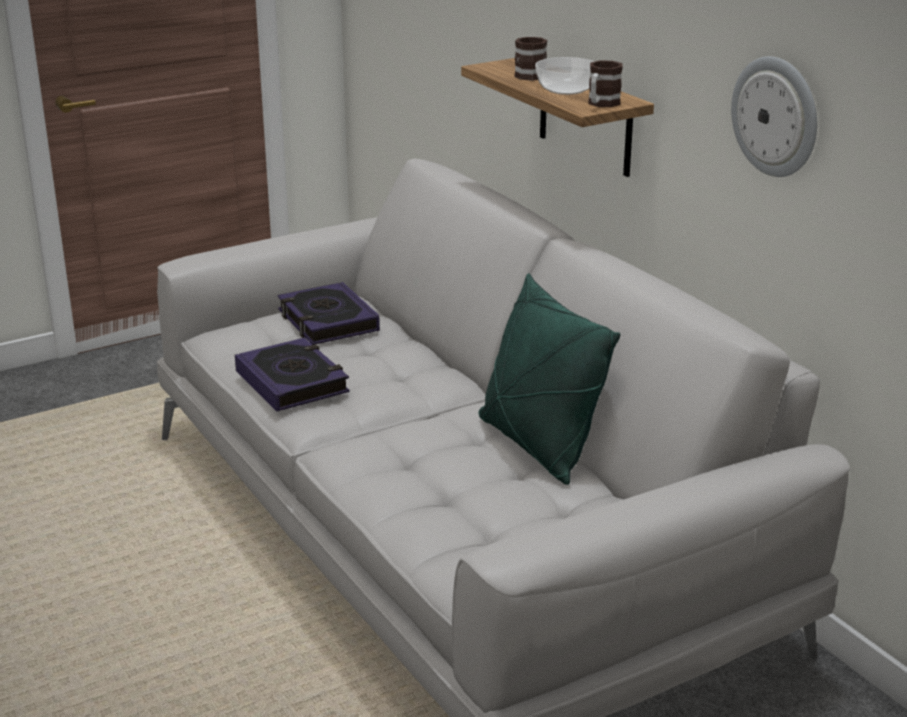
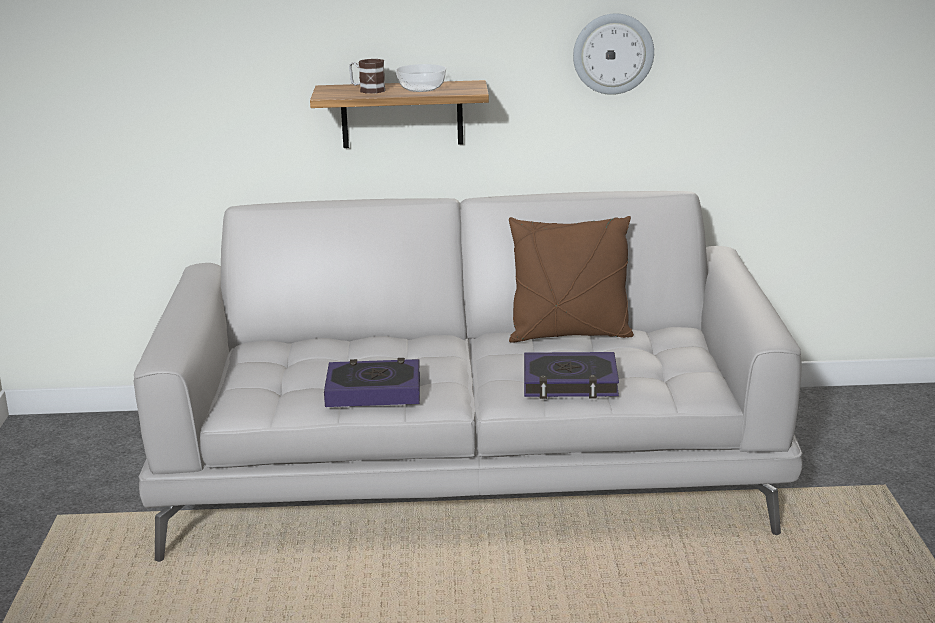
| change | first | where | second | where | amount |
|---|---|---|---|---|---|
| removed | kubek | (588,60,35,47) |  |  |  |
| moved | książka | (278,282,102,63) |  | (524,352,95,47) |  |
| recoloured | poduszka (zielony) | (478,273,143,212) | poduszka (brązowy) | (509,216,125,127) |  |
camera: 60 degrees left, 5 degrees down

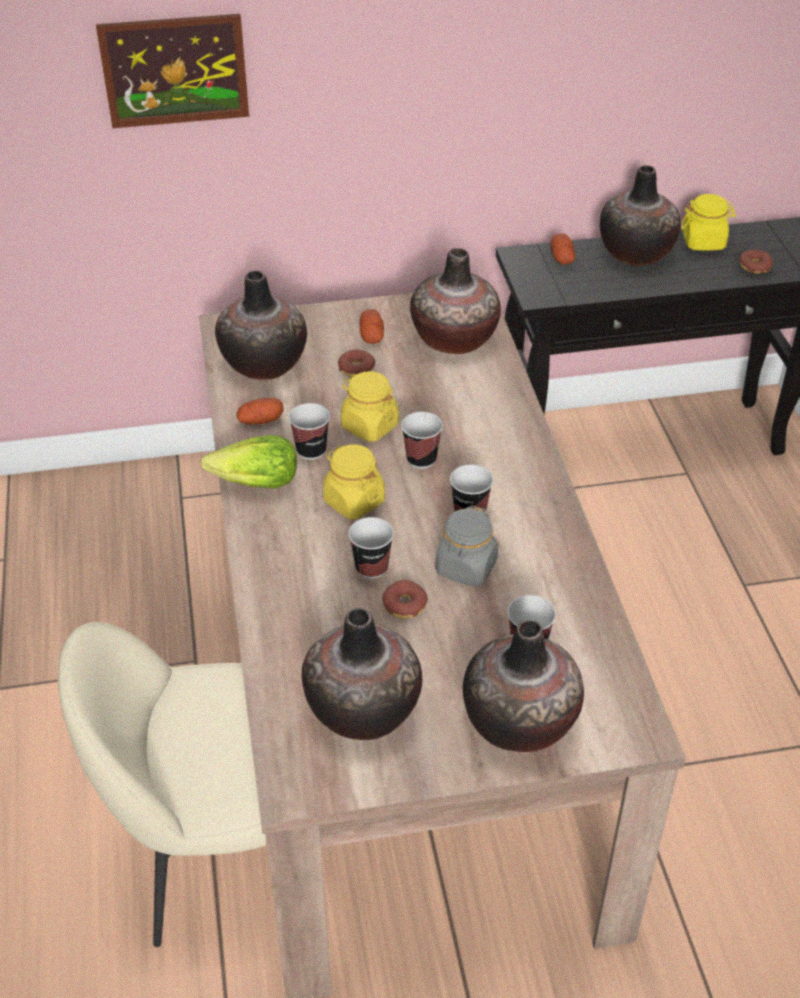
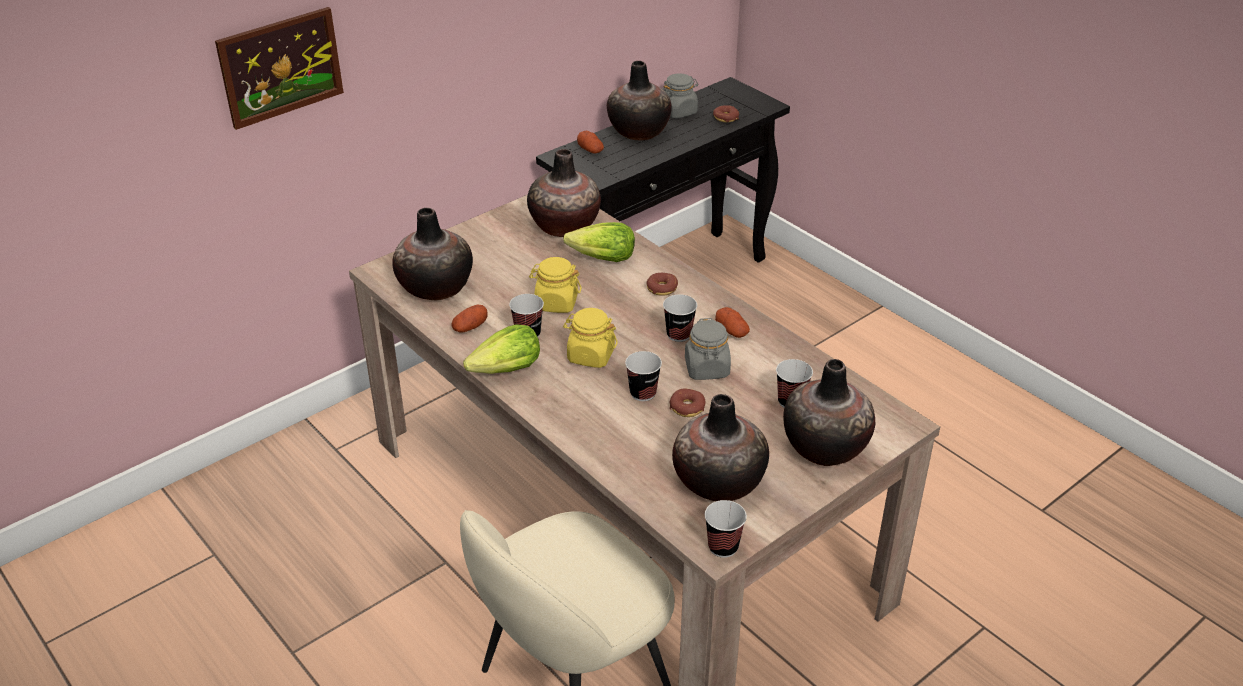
| change | first | where | second | where | amount |
|---|---|---|---|---|---|
| added |  |  | sałata | (563,222,72,40) |  |
| moved | donut | (338,350,37,27) |  | (646,273,32,23) |  |
| moved | ziemniak | (360,309,24,35) |  | (715,307,35,31) |  |
| moved | filiżanka | (401,412,42,57) |  | (705,500,42,58) |  |
| recoloured | słoik (żółty) | (681,194,55,57) | słoik (szary) | (662,73,36,45) |  |
camera: 30 degrees left, 5 degrees down

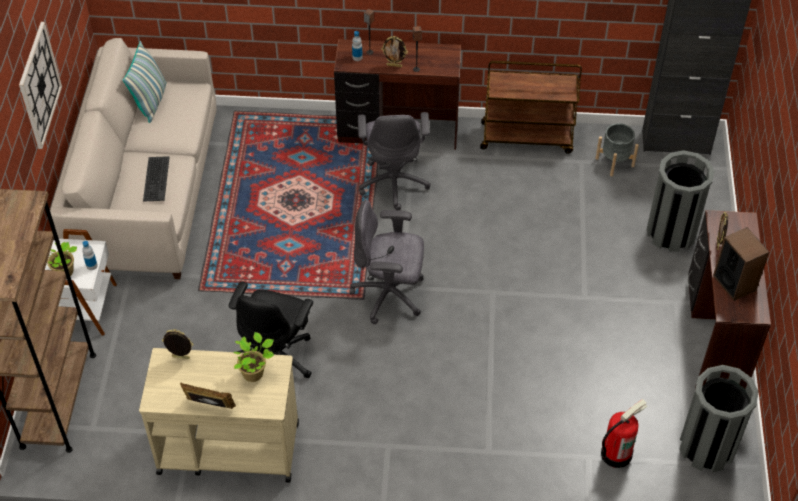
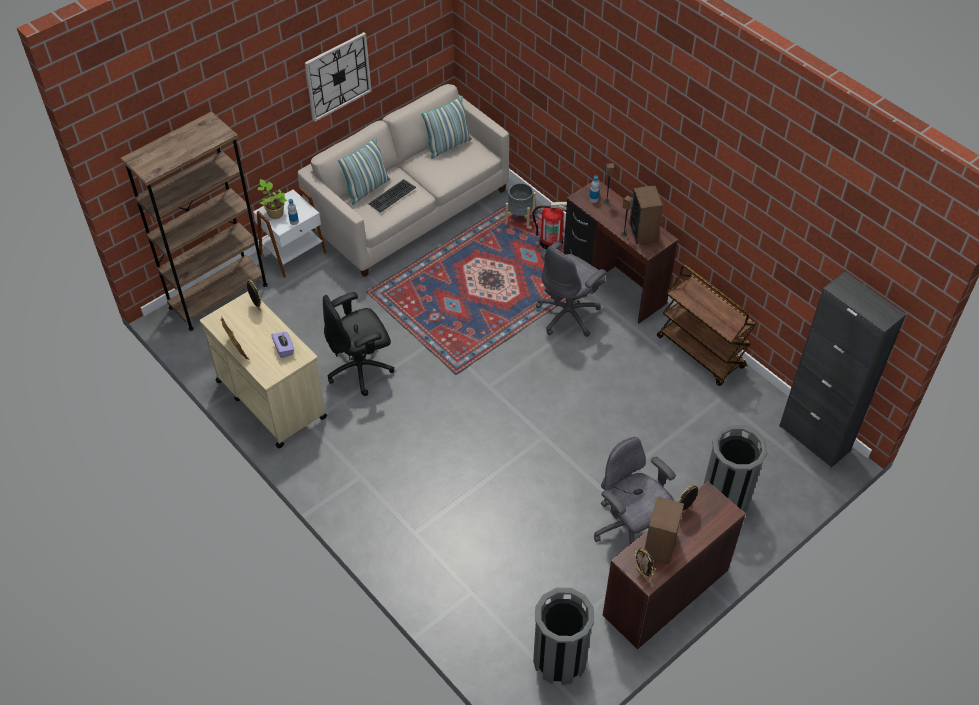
| change | first | where | second | where | amount |
|---|---|---|---|---|---|
| added |  |  | poduszka | (338,137,52,68) |  |
| added |  |  | głośnik | (629,185,34,59) |  |
| moved | krzesło biurowe (szary) | (349,200,75,124) |  | (594,437,82,107) |  |
| moved | ramka na zdjęcie | (381,36,27,31) |  | (634,548,20,33) |  |
| moved | donica (szary) | (596,123,43,53) |  | (505,183,31,44) |  |
| moved | gaśnica | (601,399,47,69) |  | (532,202,35,47) |  |
| replaced | roślina doniczkowa | (233,332,41,50) | pudełko chusteczek (fioletowy) | (272,332,22,26) |  |
camera: 45 degrees right, 0 degrees up

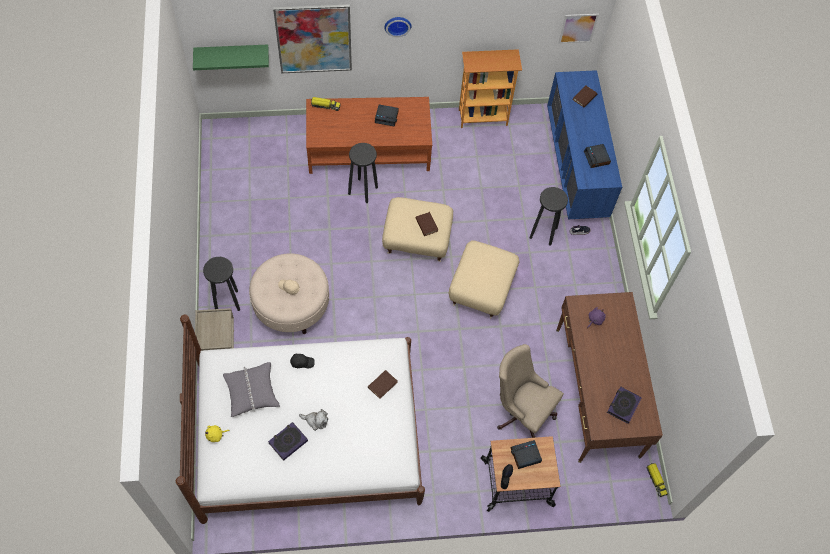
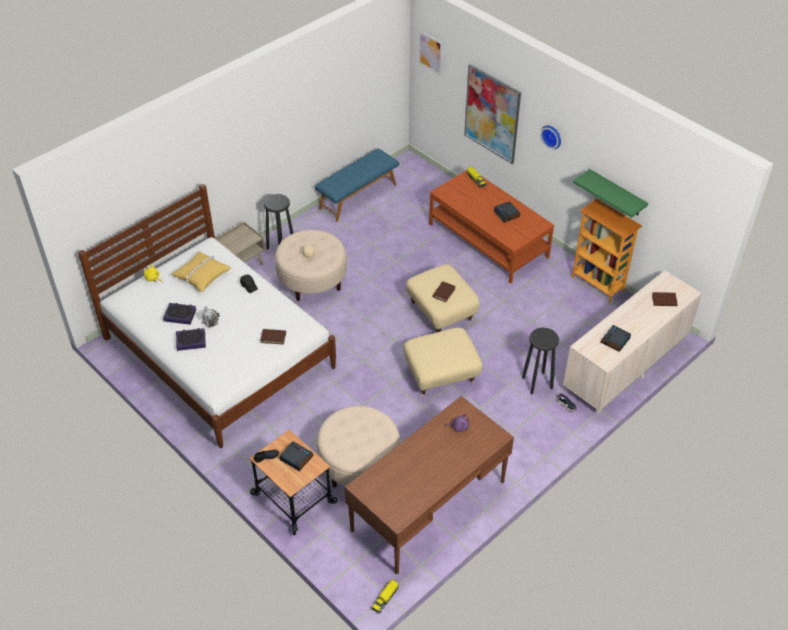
| change | first | where | second | where | amount |
|---|---|---|---|---|---|
| removed | stołek (czarny) | (348,143,30,60) |  |  |  |
| added |  |  | ławka (niebieski) | (315,148,84,74) |  |
| moved | półka (zielony) | (193,45,76,25) |  | (573,169,75,49) |  |
| moved | obraz | (559,14,40,30) |  | (419,31,23,44) |  |
| moved | książka | (607,386,35,38) |  | (176,328,30,23) |  |
| replaced | krzesło biurowe (beżowy) | (497,344,67,94) | pufa (beżowy) | (316,406,84,81) |  |
| recoloured | poduszka (szary) | (223,362,57,55) | poduszka (żółty) | (171,251,60,42) |  |
| recoloured | komoda (niebieski) | (547,70,75,149) | komoda (beżowy) | (563,270,139,143) |  |
camera: 55 degrees right, 15 degrees down

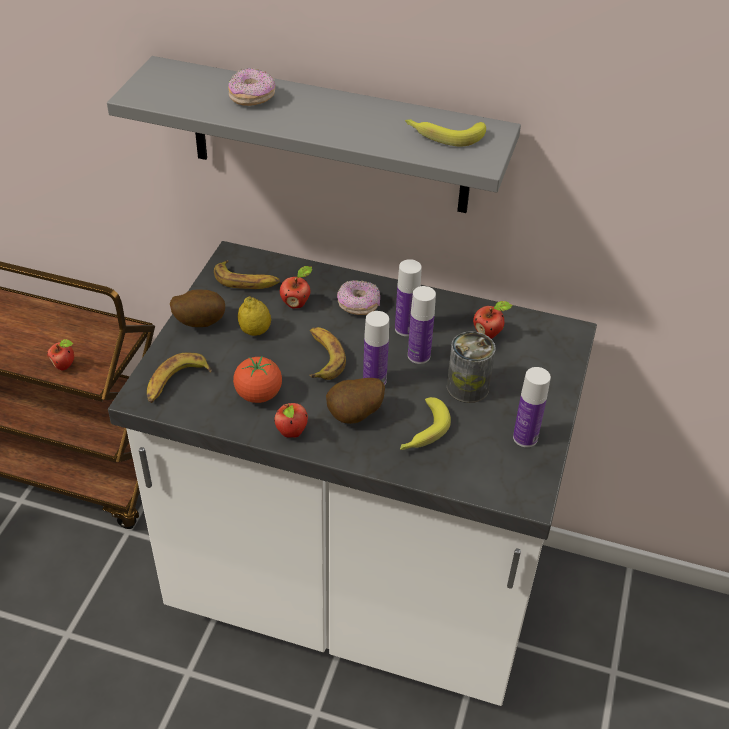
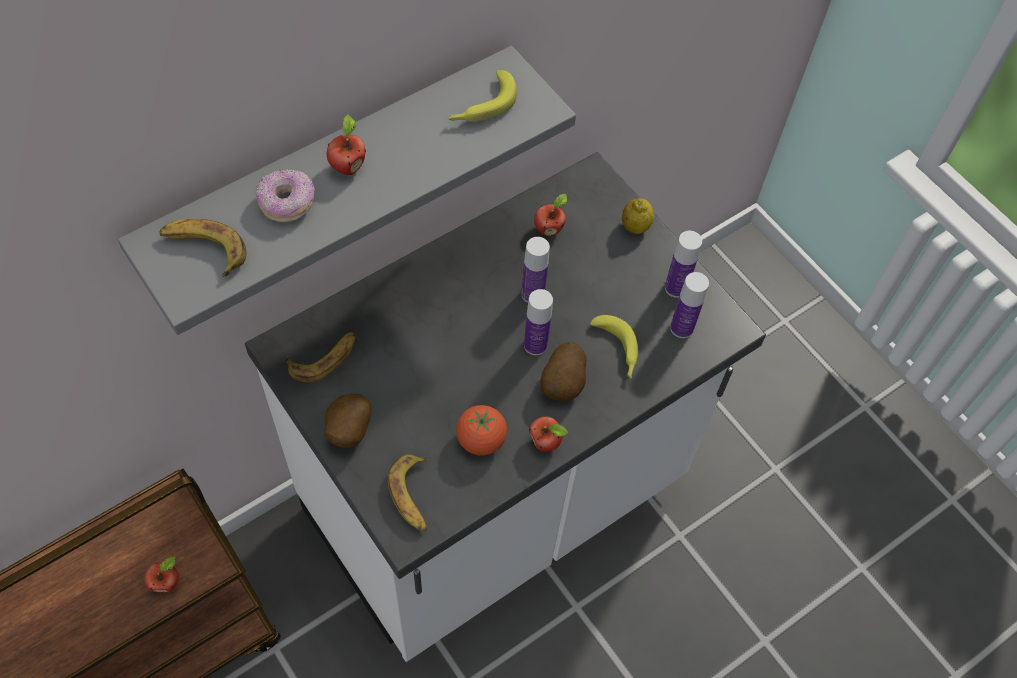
| change | first | where | second | where | amount |
|---|---|---|---|---|---|
| removed | donut | (337,280,43,35) |  |  |  |
| removed | puszka | (447,331,49,72) |  |  |  |
| moved | cytryna | (238,296,33,40) |  | (622,198,32,36) |  |
| moved | jabłko | (280,266,32,42) |  | (327,114,39,61) |  |
| moved | banan | (309,327,37,53) |  | (159,219,87,58) |  |
| moved | butelka | (395,259,27,77) |  | (670,272,39,66) |  |
camera: 55 degrees left, 15 degrees up

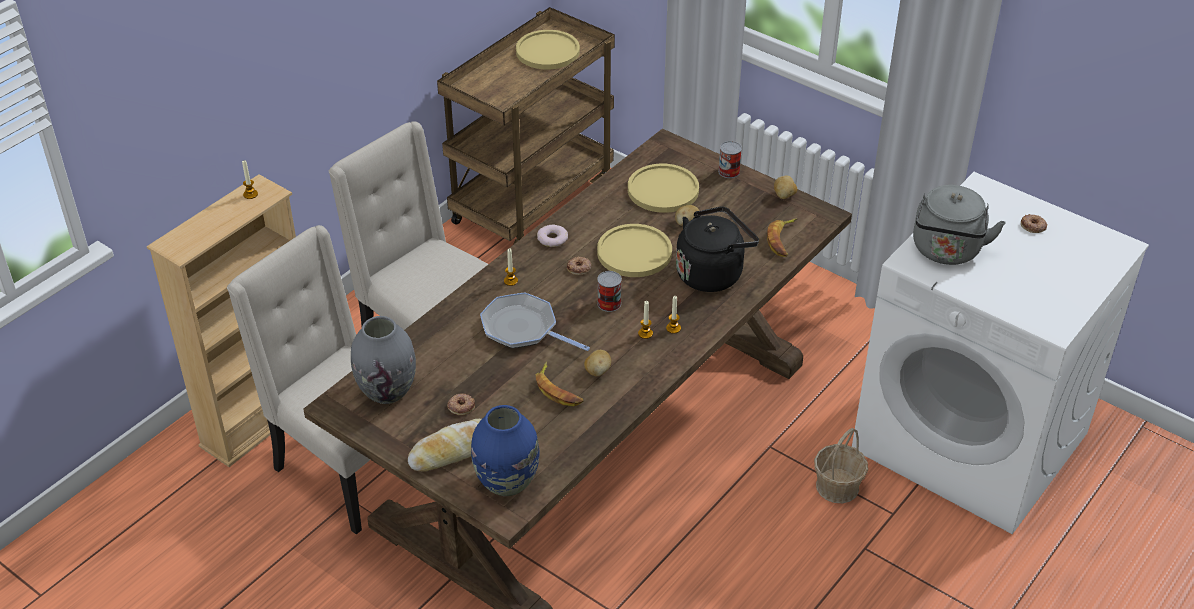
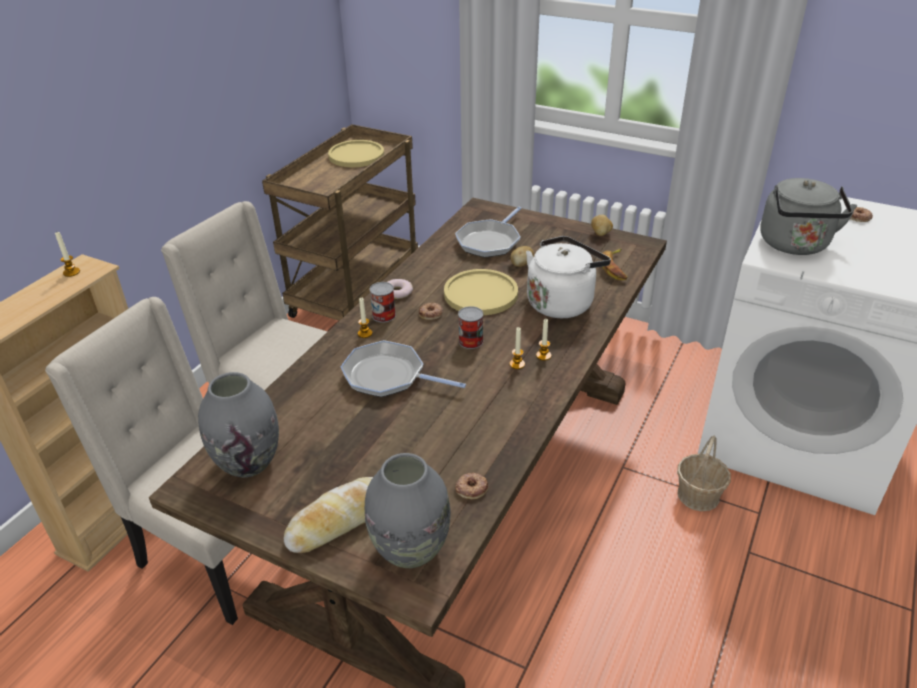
| change | first | where | second | where | amount |
|---|---|---|---|---|---|
| removed | banan | (536,362,47,44) |  |  |  |
| removed | ziemniak | (584,350,27,26) |  |  |  |
| moved | donut | (447,393,28,22) |  | (455,472,33,27) |  |
| moved | puszka | (718,141,24,37) |  | (370,282,26,41) |  |
| replaced | talerz (żółty) | (628,164,71,49) | patelnia | (455,207,66,51) |  |
| recoloured | wazon (niebieski) | (471,405,69,91) | wazon (szary) | (365,453,86,115) |  |
| recoloured | czajnik (czarny) | (676,206,83,86) | czajnik (biały) | (526,236,85,82) |  |
camera: 10 degrees left, 5 degrees down

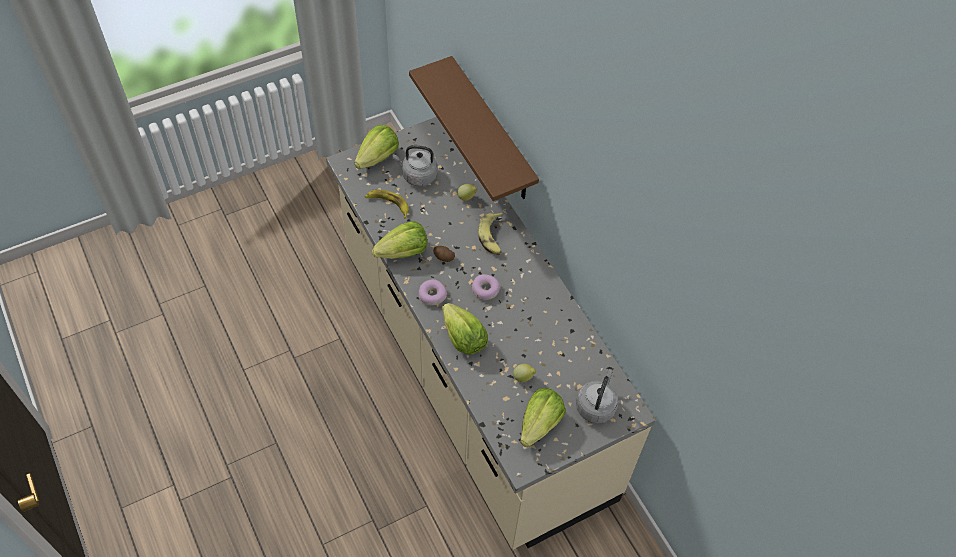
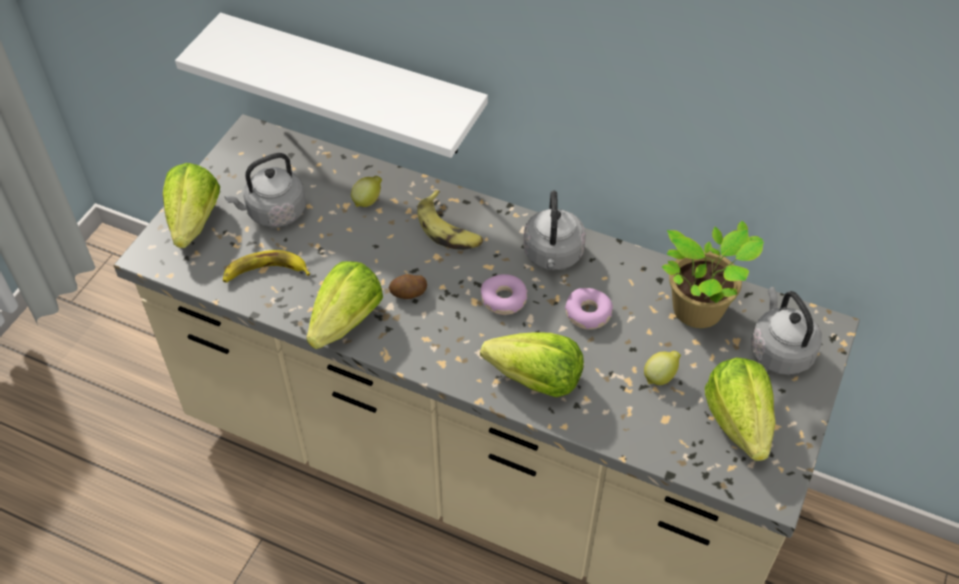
| change | first | where | second | where | amount |
|---|---|---|---|---|---|
| added |  |  | czajnik (szary) | (523,190,63,80) |  |
| added |  |  | roślina doniczkowa | (662,221,102,107) |  |
| moved | donut | (419,279,28,26) |  | (565,288,48,42) |  |
| recoloured | półka (brązowy) | (409,56,130,145) | półka (biały) | (175,13,313,145) |  |
camera: 35 degrees left, 5 degrees down

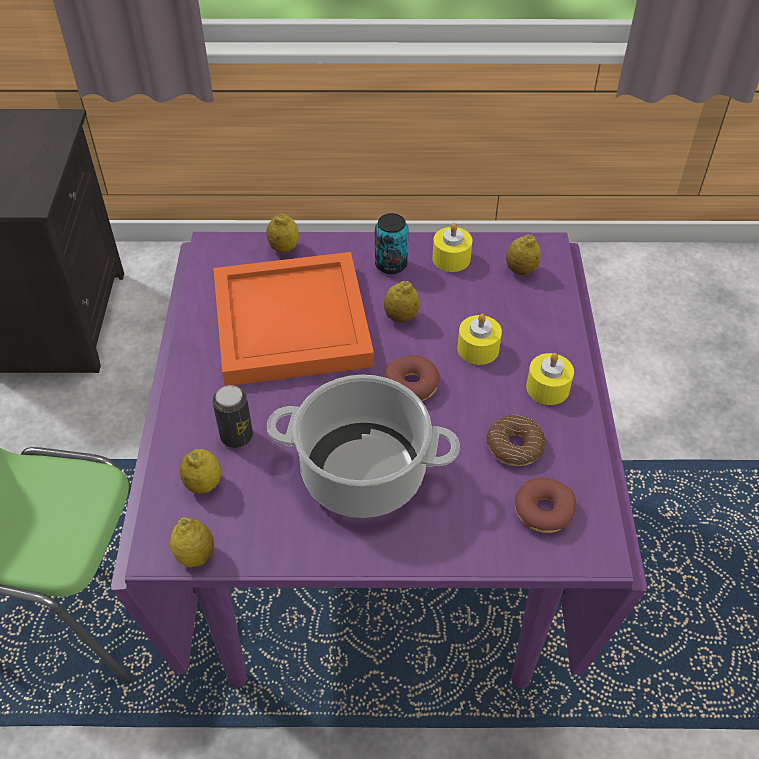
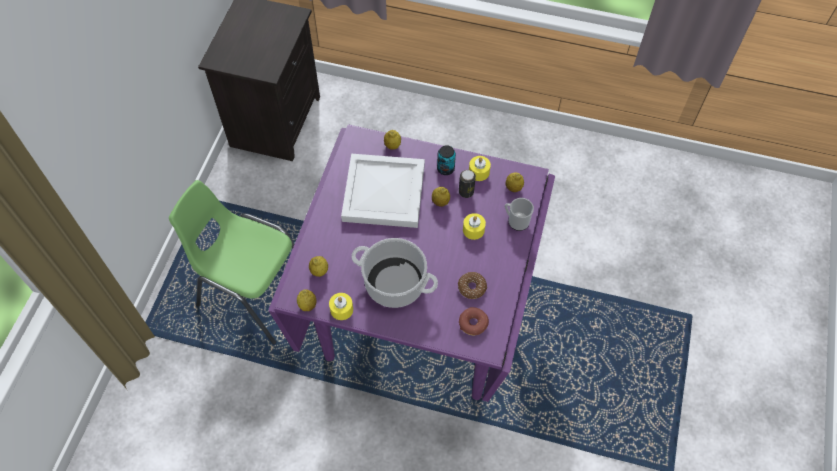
| change | first | where | second | where | amount |
|---|---|---|---|---|---|
| removed | donut | (384,355,56,46) |  |  |  |
| added |  |  | kubek | (505,198,29,33) |  |
| moved | puszka | (212,385,41,63) |  | (459,170,17,28) |  |
| moved | świeca (żółty) | (526,353,48,52) |  | (329,293,24,27) |  |
| recoloured | taca (pomarańczowy) | (213,252,161,134) | taca (biały) | (341,154,84,74) |  |
camera: 15 degrees right, 10 degrees up

